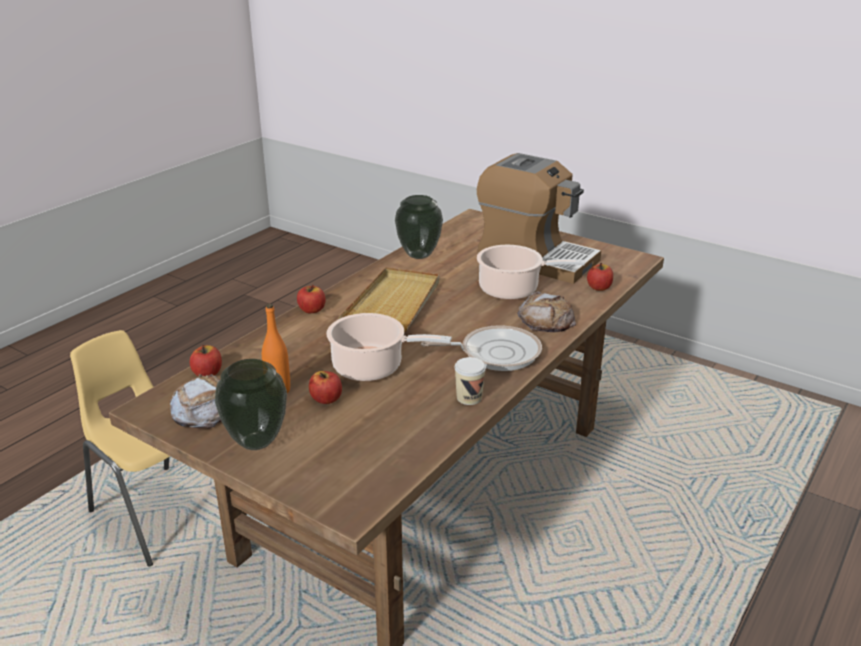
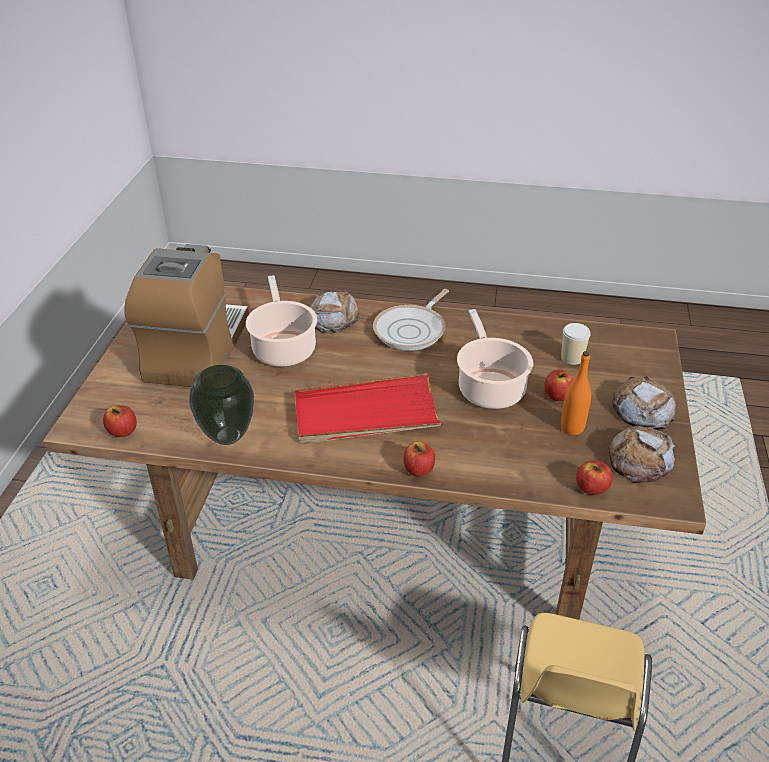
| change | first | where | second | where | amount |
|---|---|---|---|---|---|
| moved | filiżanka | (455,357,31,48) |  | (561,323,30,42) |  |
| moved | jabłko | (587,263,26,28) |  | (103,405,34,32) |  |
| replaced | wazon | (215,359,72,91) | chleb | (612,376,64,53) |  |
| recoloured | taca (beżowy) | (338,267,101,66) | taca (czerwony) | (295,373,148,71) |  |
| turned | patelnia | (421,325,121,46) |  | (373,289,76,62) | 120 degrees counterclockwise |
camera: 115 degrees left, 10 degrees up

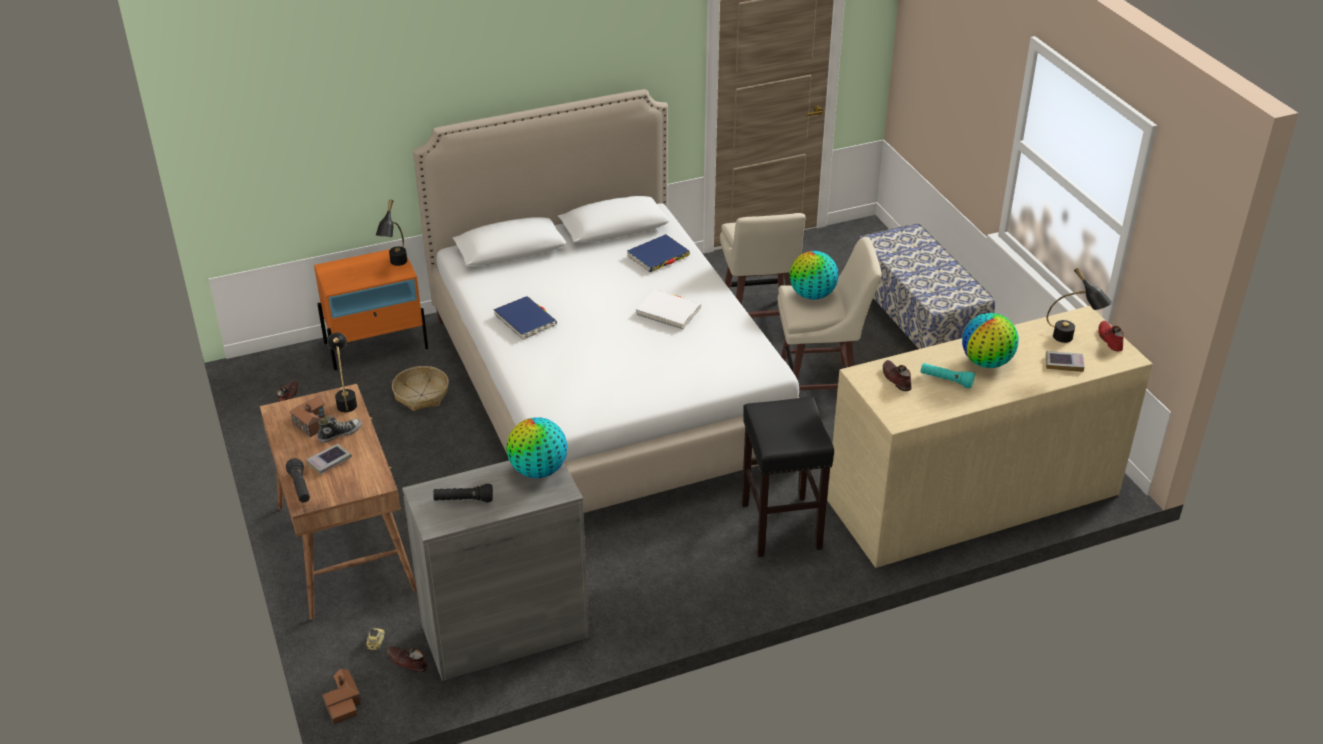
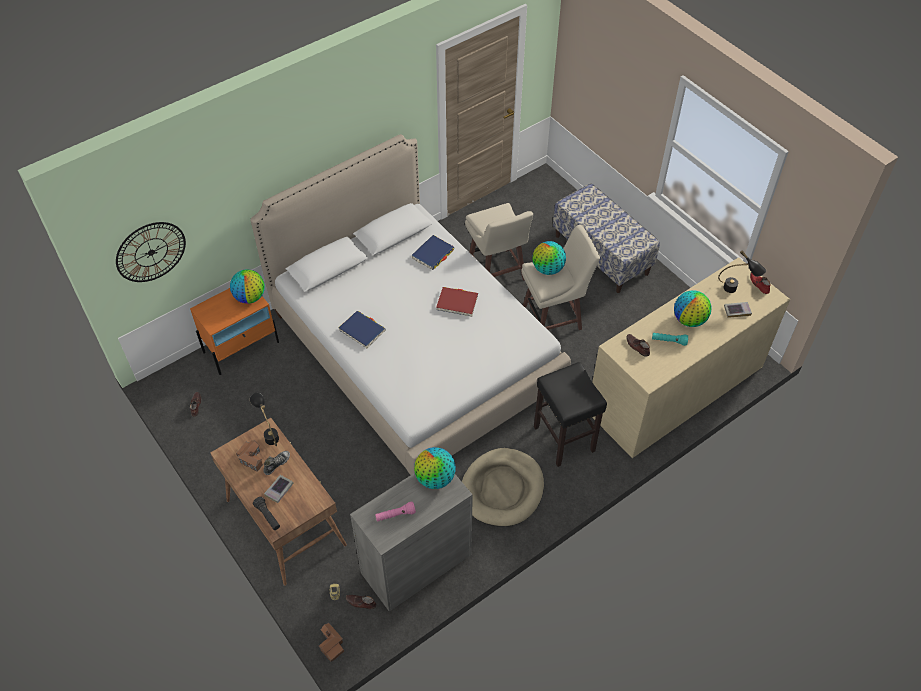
| change | first | where | second | where | amount |
|---|---|---|---|---|---|
| removed | koszyk | (392,366,57,45) |  |  |  |
| added |  |  | zegar ścienny | (116,222,70,60) |  |
| added |  |  | legowisko (beżowy) | (462,448,82,78) |  |
| replaced | lampa stołowa (czarny) | (375,199,32,67) | globus | (230,270,35,34) |  |
| recoloured | latarka (czarny) | (433,484,60,18) | latarka (różowy) | (375,502,41,20) |  |
| recoloured | książka (biały) | (636,290,65,39) | książka (czerwony) | (436,287,42,30) |  |
camera: 15 degrees left, 15 degrees up

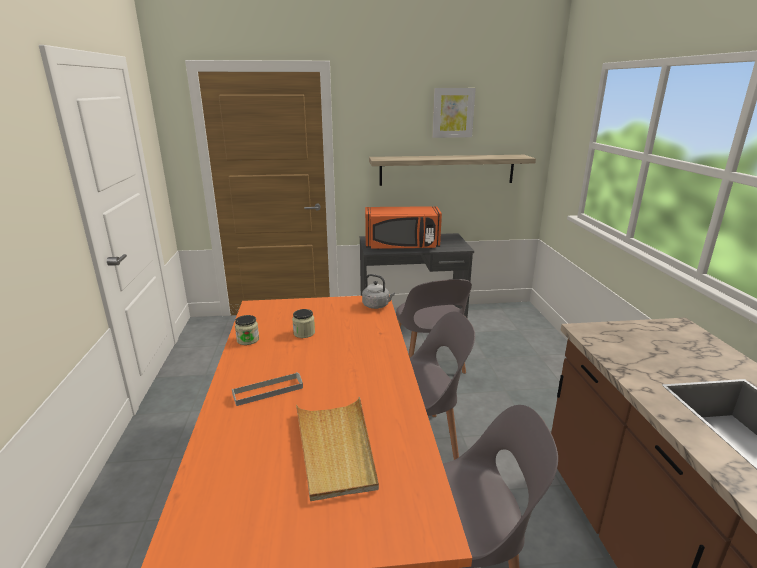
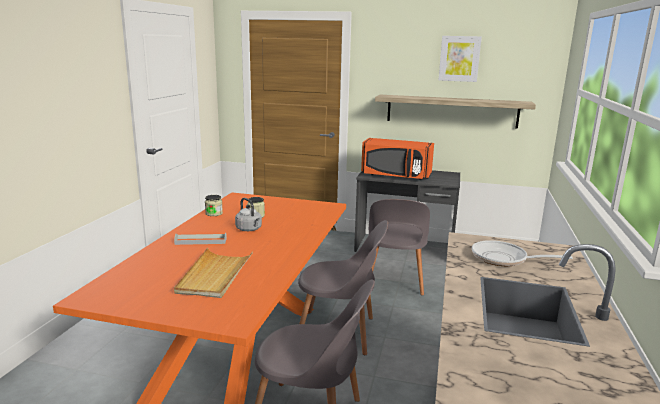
| change | first | where | second | where | amount |
|---|---|---|---|---|---|
| added |  |  | patelnia | (472,240,101,26) |  |
| moved | czajnik (szary) | (362,274,33,35) |  | (235,198,27,33) |  |
camera: 20 degrees right, 5 degrees down

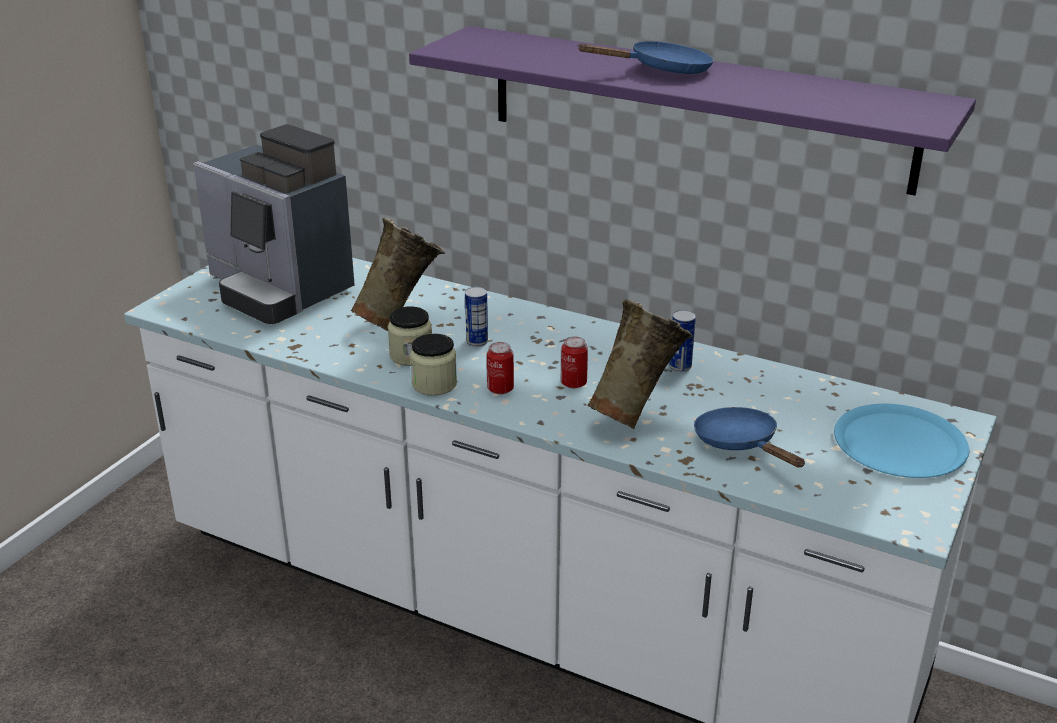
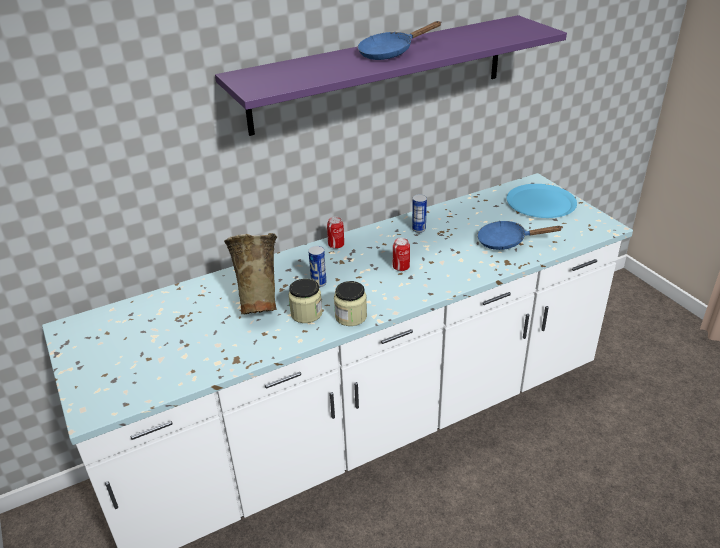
| change | first | where | second | where | amount |
|---|---|---|---|---|---|
| removed | ekspres do kawy | (193,124,162,200) |  |  |  |
| removed | wazon (beżowy) | (588,299,105,130) |  |  |  |
| moved | puszka | (487,342,27,52) |  | (327,216,17,33) |  |
| turned | patelnia (niebieski) | (577,41,137,33) |  | (358,21,83,39) | 135 degrees counterclockwise |
camera: 55 degrees left, 5 degrees up

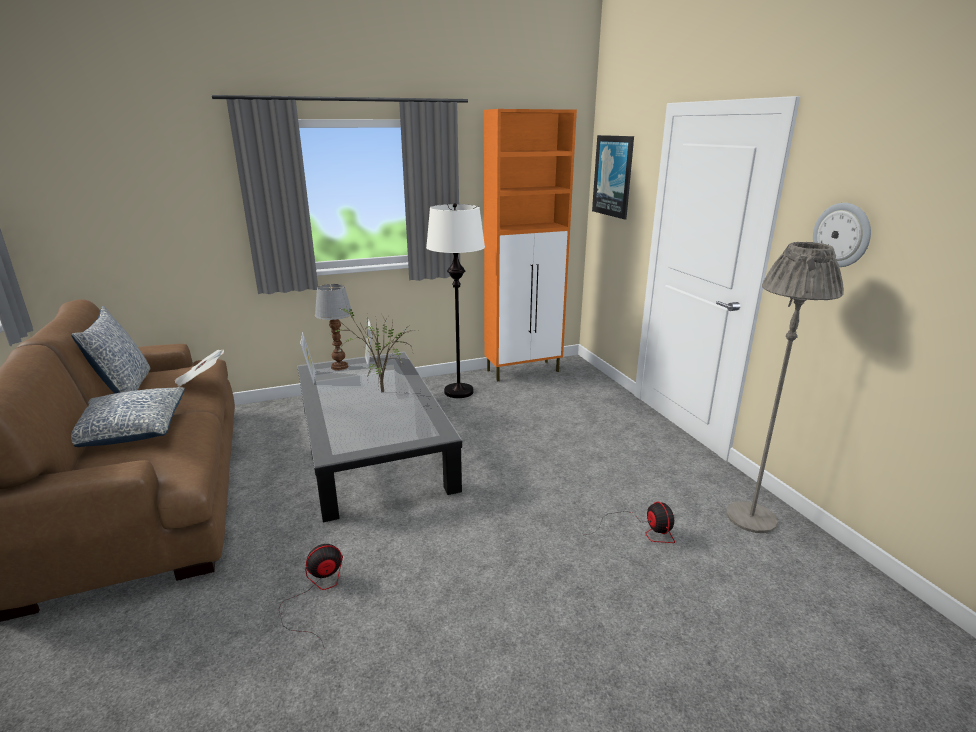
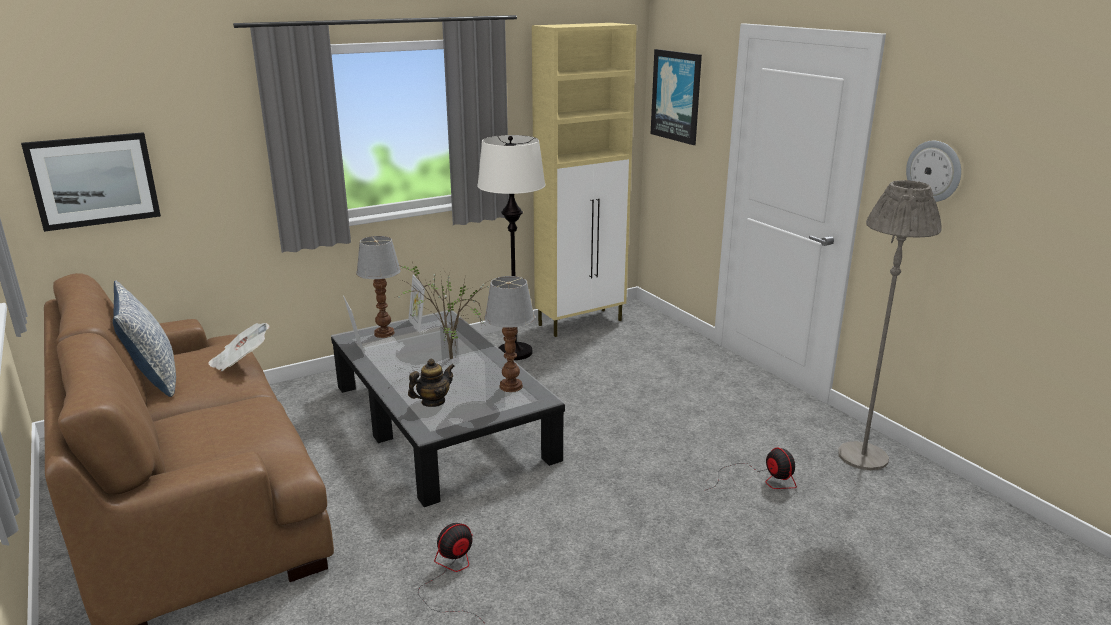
| change | first | where | second | where | amount |
|---|---|---|---|---|---|
| removed | poduszka | (71,387,114,60) |  |  |  |
| added |  |  | obraz | (21,132,140,100) |  |
| added |  |  | imbryk | (408,359,47,48) |  |
| added |  |  | lampa stołowa | (484,276,51,116) |  |
| recoloured | szafka (pomarańczowy) | (484,109,93,272) | szafka (beżowy) | (532,23,105,314) |  |
camera: 10 degrees left, 0 degrees up

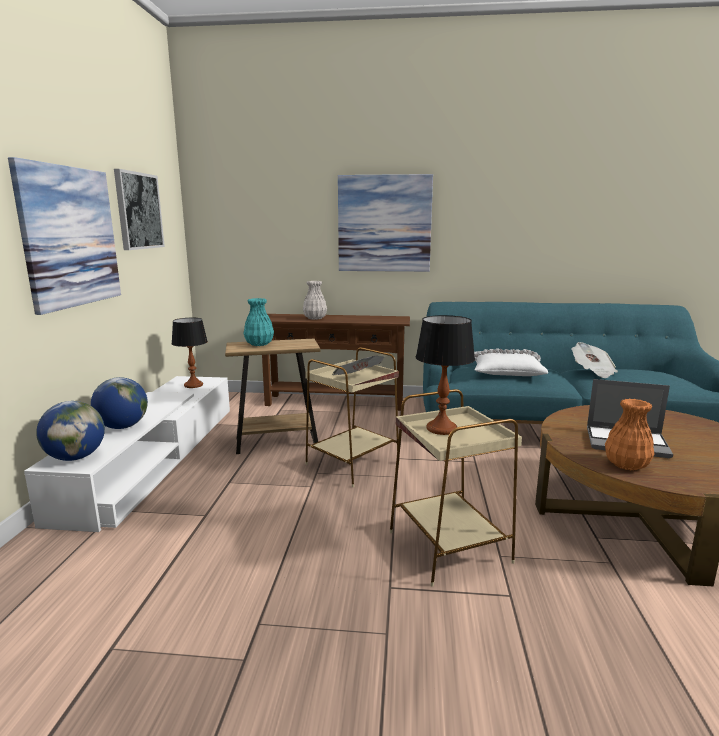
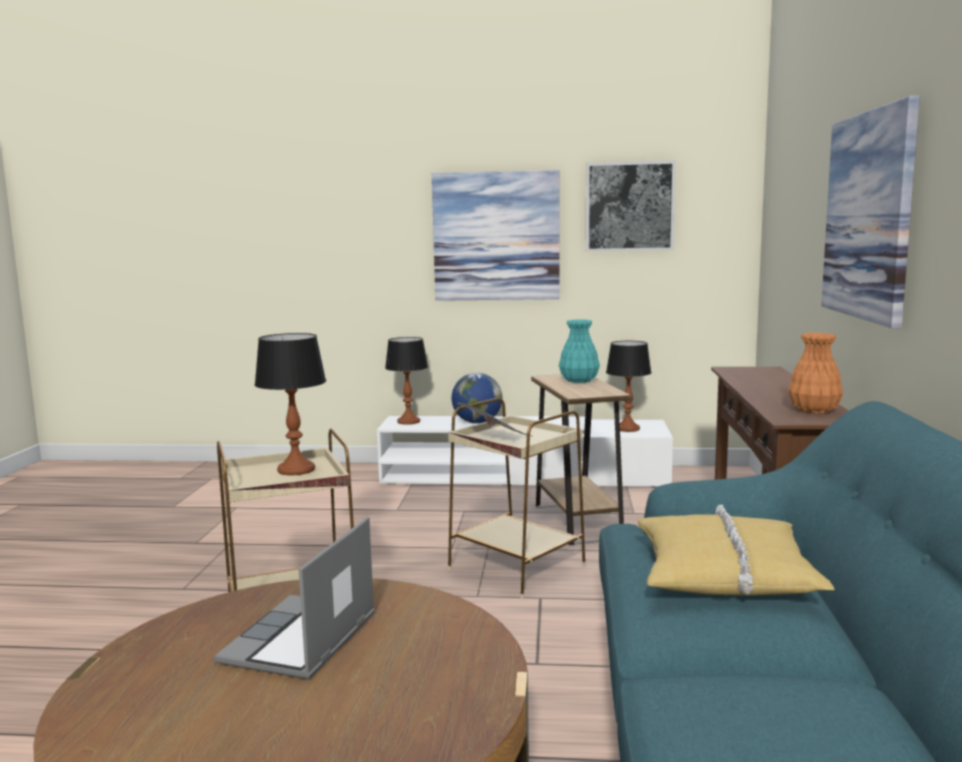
| change | first | where | second | where | amount |
|---|---|---|---|---|---|
| removed | wazon (biały) | (303,281,24,39) |  |  |  |
| removed | gazeta | (571,342,47,36) |  |  |  |
| moved | wazon (pomarańczowy) | (605,399,49,71) |  | (788,332,55,81) |  |
| replaced | globus | (36,401,69,60) | lampa stołowa | (385,337,43,88) |  |
| recoloured | poduszka (biały) | (474,349,74,27) | poduszka (żółty) | (637,505,198,91) |  |
camera: 90 degrees right, 5 degrees down

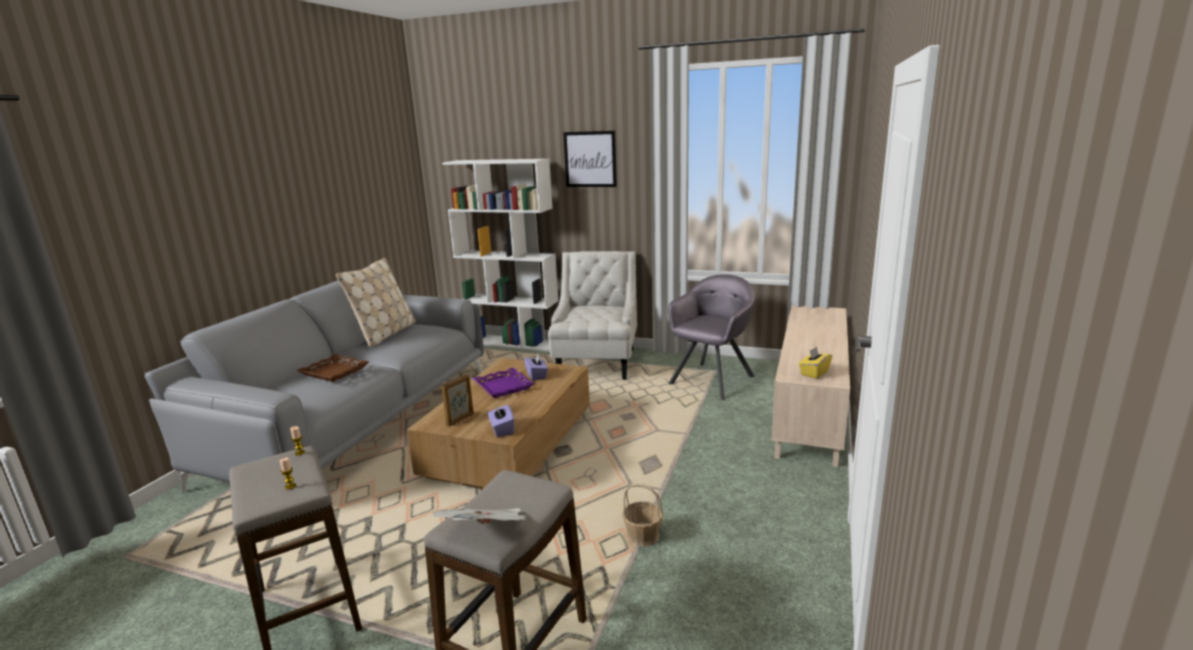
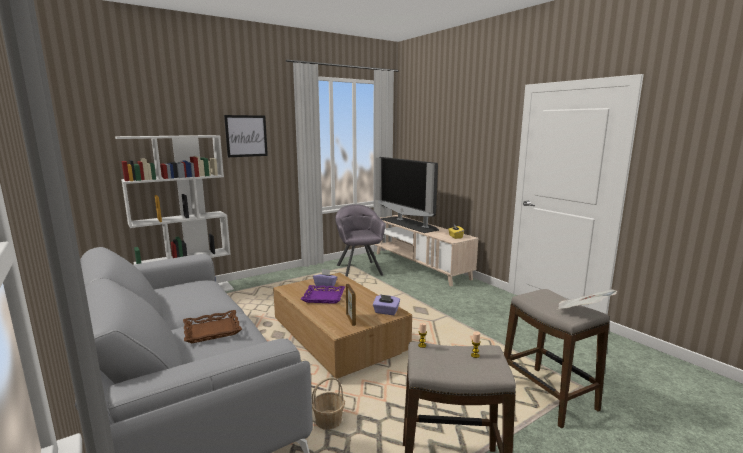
| change | first | where | second | where | amount |
|---|---|---|---|---|---|
| removed | poduszka (beżowy) | (336,258,80,90) |  |  |  |
| removed | fotel (biały) | (548,251,89,129) |  |  |  |
| added |  |  | telewizor | (375,157,64,76) |  |
| moved | koszyk | (622,483,41,64) |  | (312,377,33,53) |  |
camera: 55 degrees left, 5 degrees down

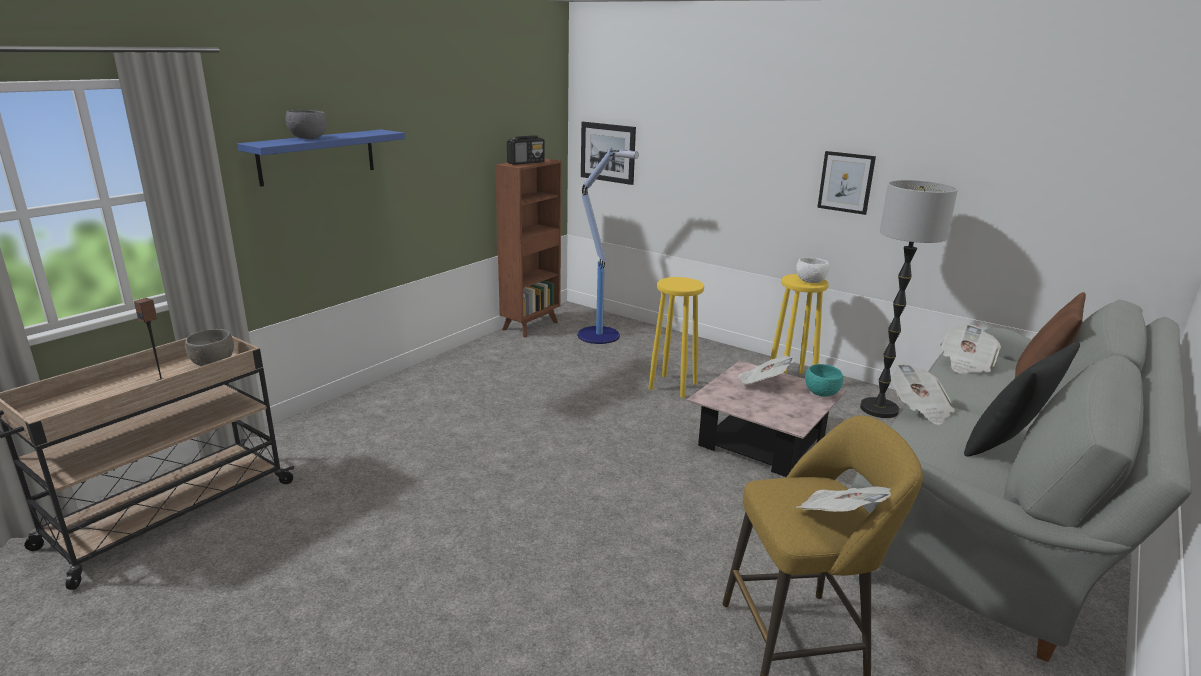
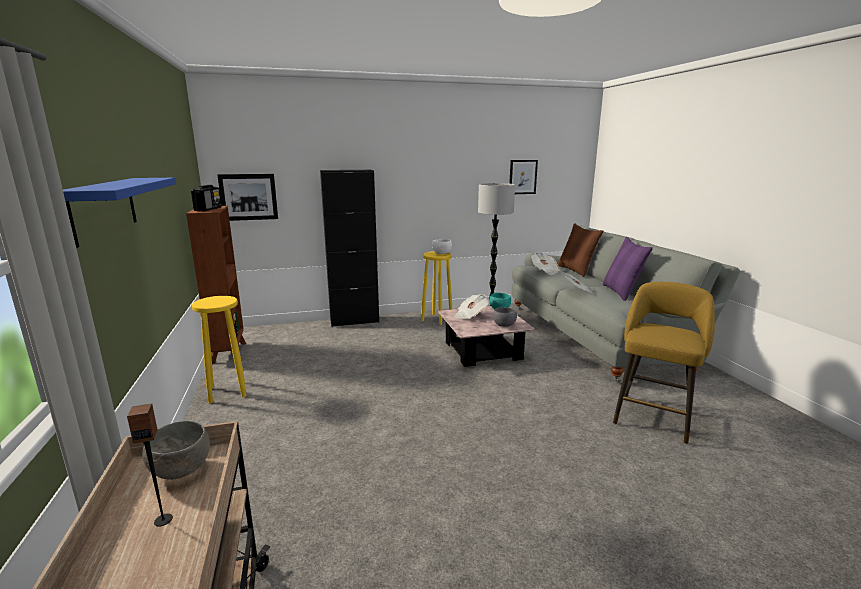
| change | first | where | second | where | amount |
|---|---|---|---|---|---|
| removed | lampa stojąca | (577,147,62,197) |  |  |  |
| removed | gazeta | (796,486,95,26) |  |  |  |
| added |  |  | szafka (czarny) | (320,170,59,157) |  |
| moved | miska (szary) | (286,110,41,29) |  | (493,307,24,20) |  |
| moved | stołek (żółty) | (649,277,55,121) |  | (192,296,54,107) |  |
| moved | obraz | (817,151,59,64) |  | (509,160,29,34) |  |
| recoloured | poduszka (czarny) | (964,342,116,115) | poduszka (fioletowy) | (603,237,50,64) |  |
camera: 50 degrees left, 5 degrees down

